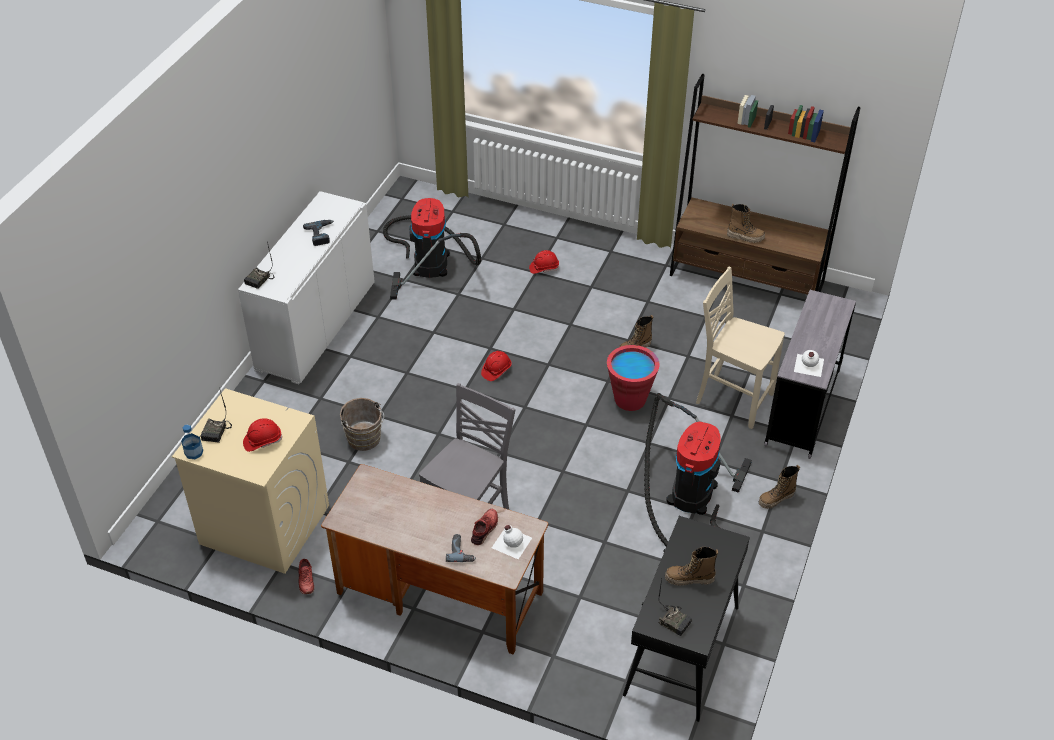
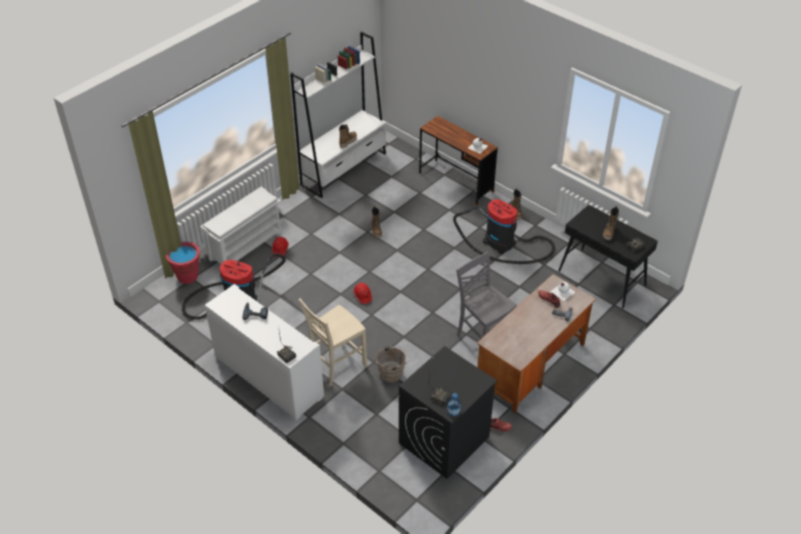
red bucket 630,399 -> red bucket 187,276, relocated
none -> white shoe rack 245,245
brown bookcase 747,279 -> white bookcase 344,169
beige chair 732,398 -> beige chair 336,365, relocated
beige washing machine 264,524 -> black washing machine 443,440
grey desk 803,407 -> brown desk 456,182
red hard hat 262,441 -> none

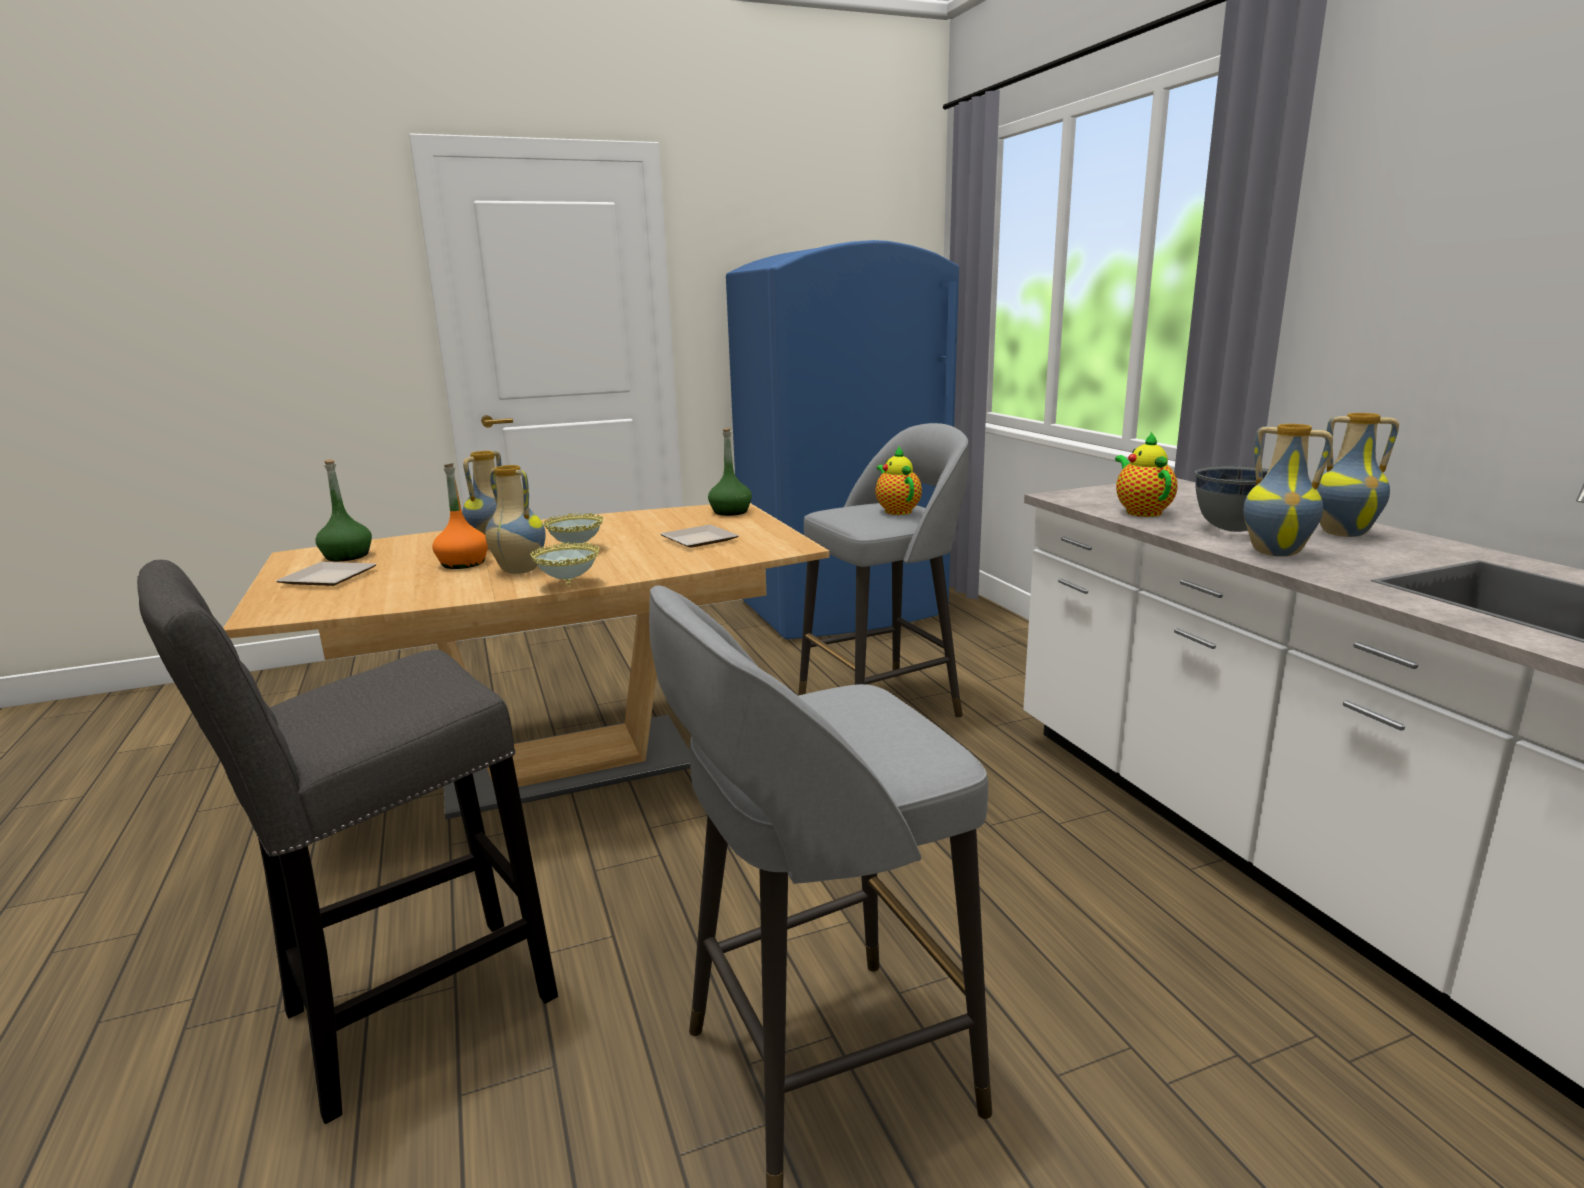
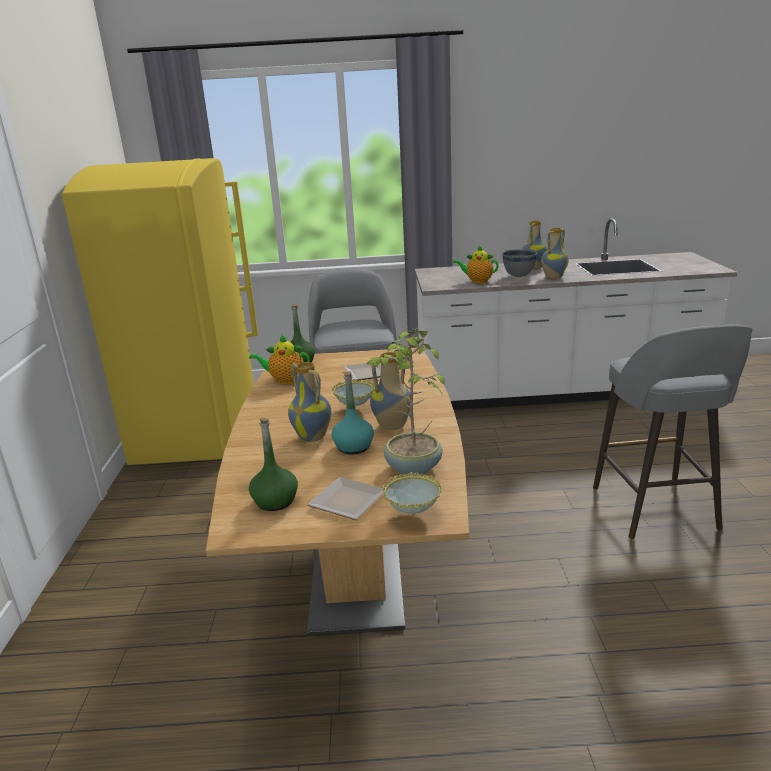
blue fridge 843,609 -> yellow fridge 200,431
teapot 896,511 -> teapot 285,380, relocated
orange bottle 463,563 -> turquoise bottle 353,447
none -> potted plant 412,469
bowl 568,585 -> bowl 413,515, relocated
grey stool 406,1014 -> none

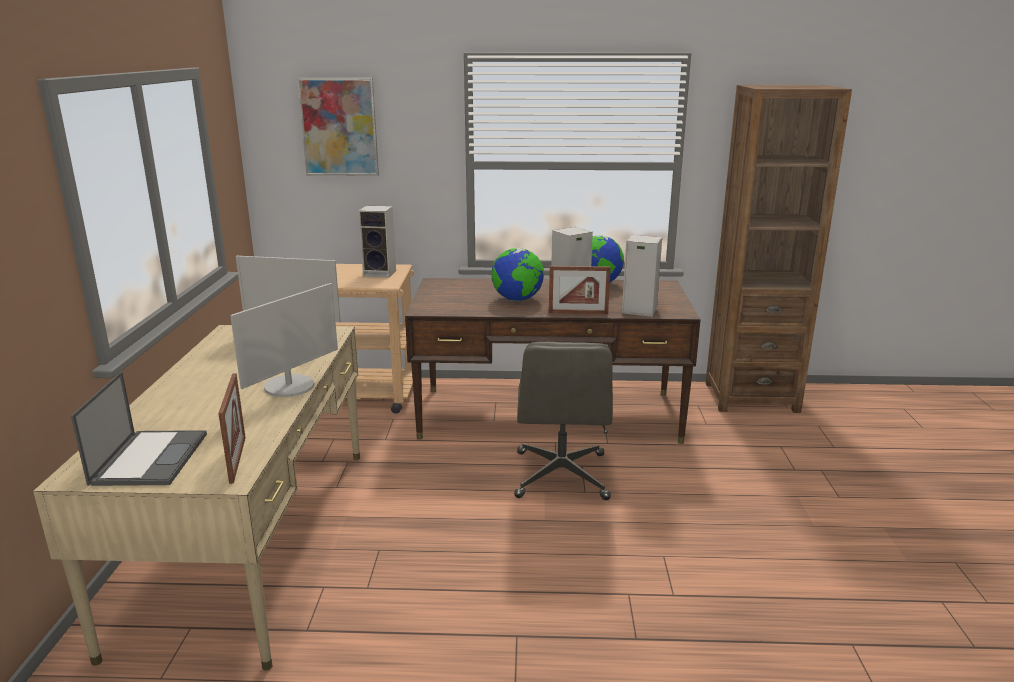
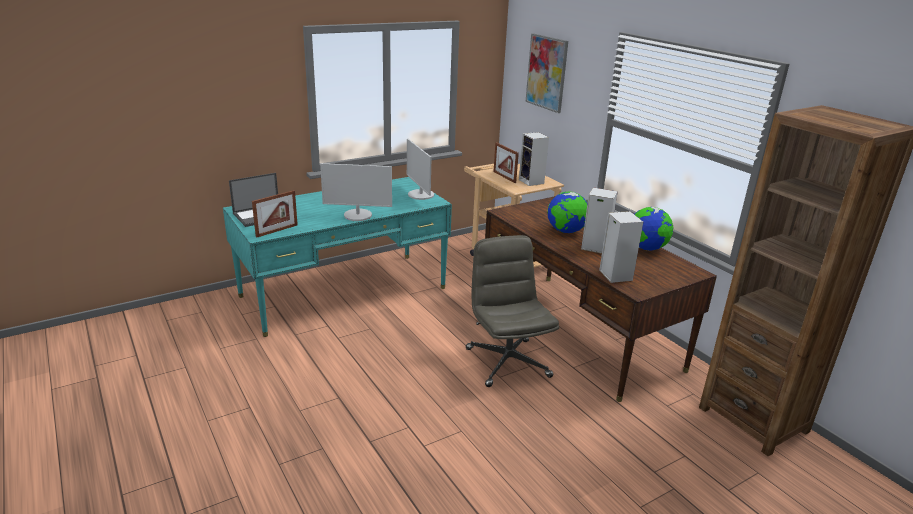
beige desk 252,540 -> turquoise desk 344,292
grey office chair 561,476 -> grey office chair 507,362, 105 degrees clockwise
picture frame 578,313 -> picture frame 504,177, relocated

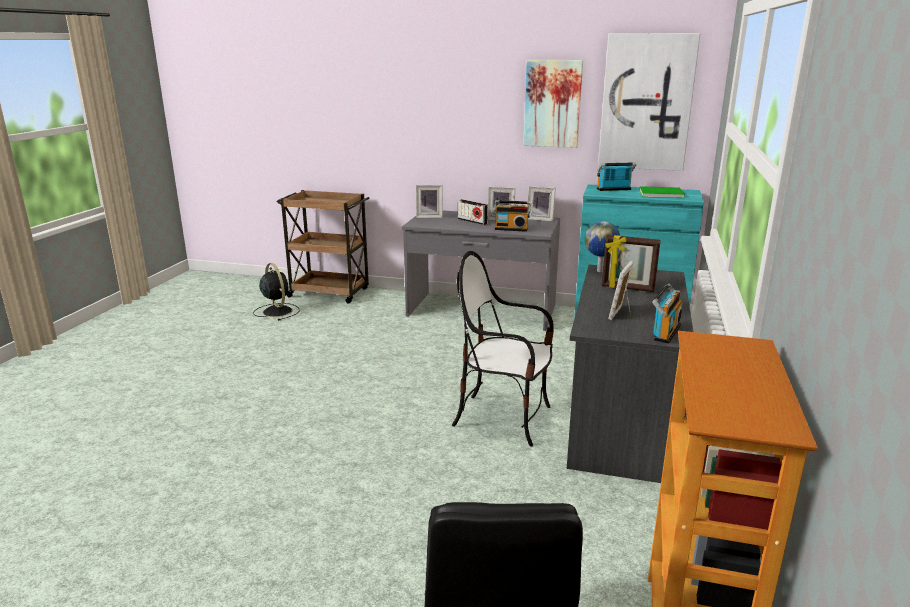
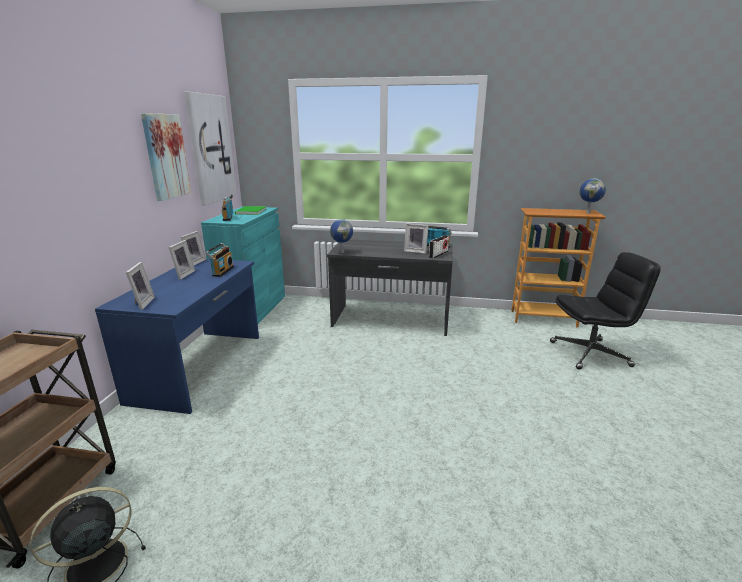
grey desk 481,311 -> blue desk 200,367
radio 472,221 -> radio 438,254, relocated
none -> globe 588,213
chair 503,418 -> none
picture frame 627,288 -> none

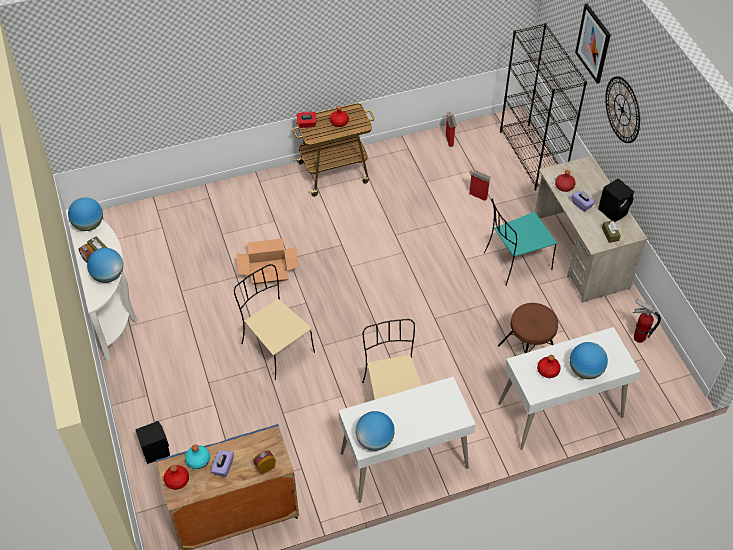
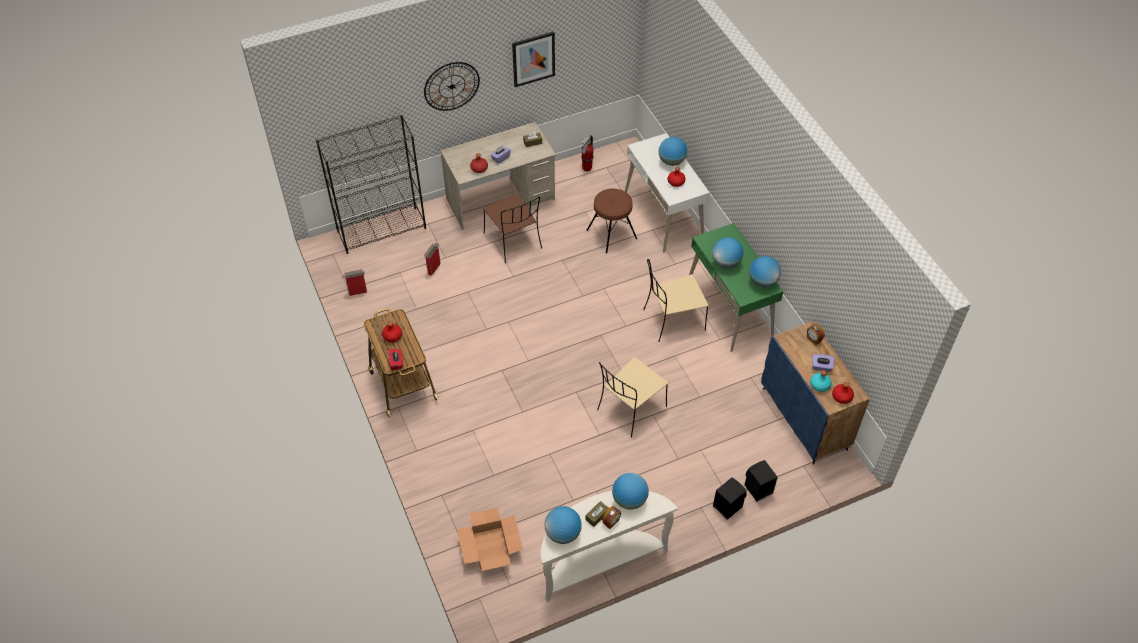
cardboard box 268,271 -> cardboard box 490,548, relocated
turquoise chair 516,262 -> brown chair 513,241
picture 593,43 -> picture 533,58, relocated
white desk 404,461 -> green desk 729,309
none -> globe 726,262
black speaker 613,211 -> black speaker 727,505, relocated

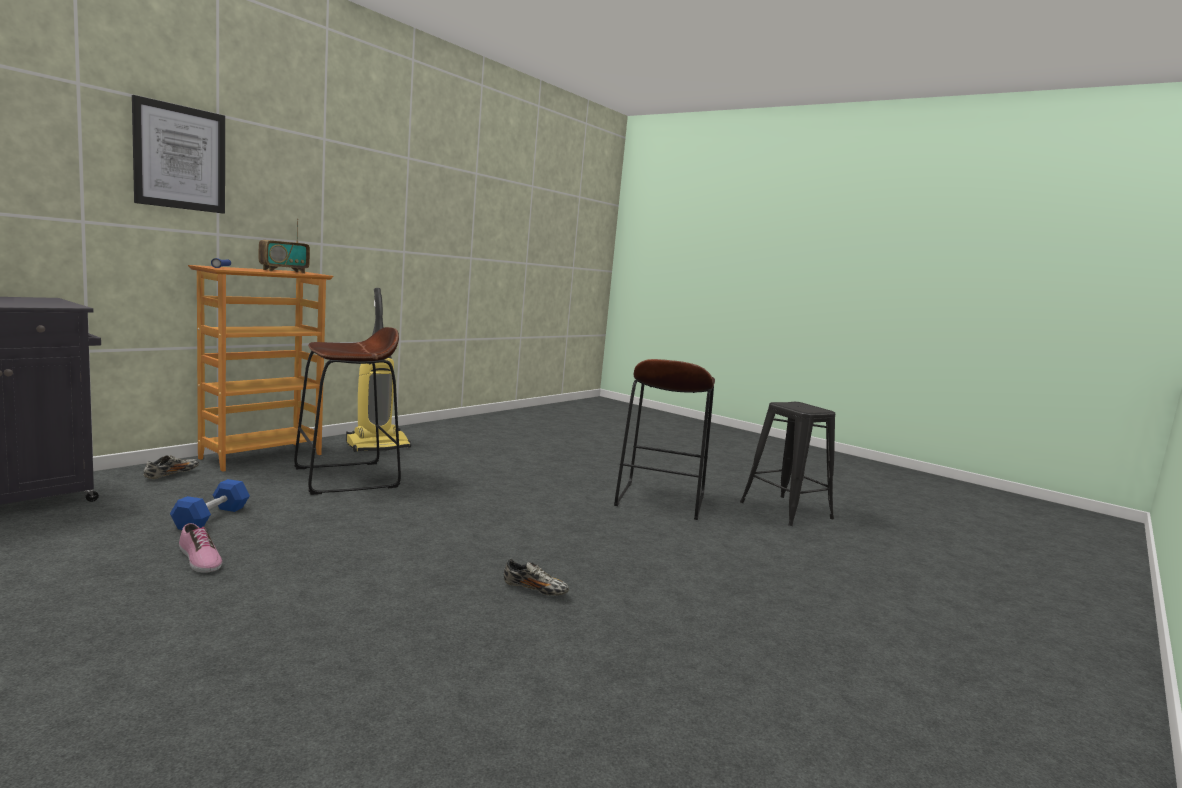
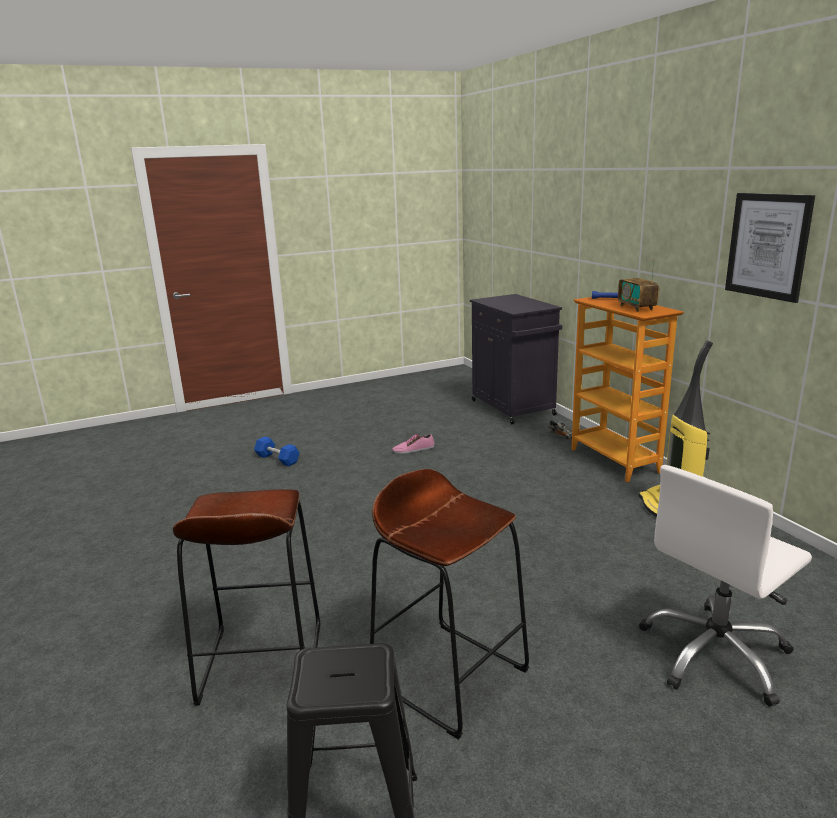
brown stool 346,478 -> brown stool 261,663, relocated
blue dumbbell 211,518 -> blue dumbbell 277,459, relocated
none -> white office chair 715,654
picture 180,157 -> picture 768,246, relocated
shoe 535,590 -> none

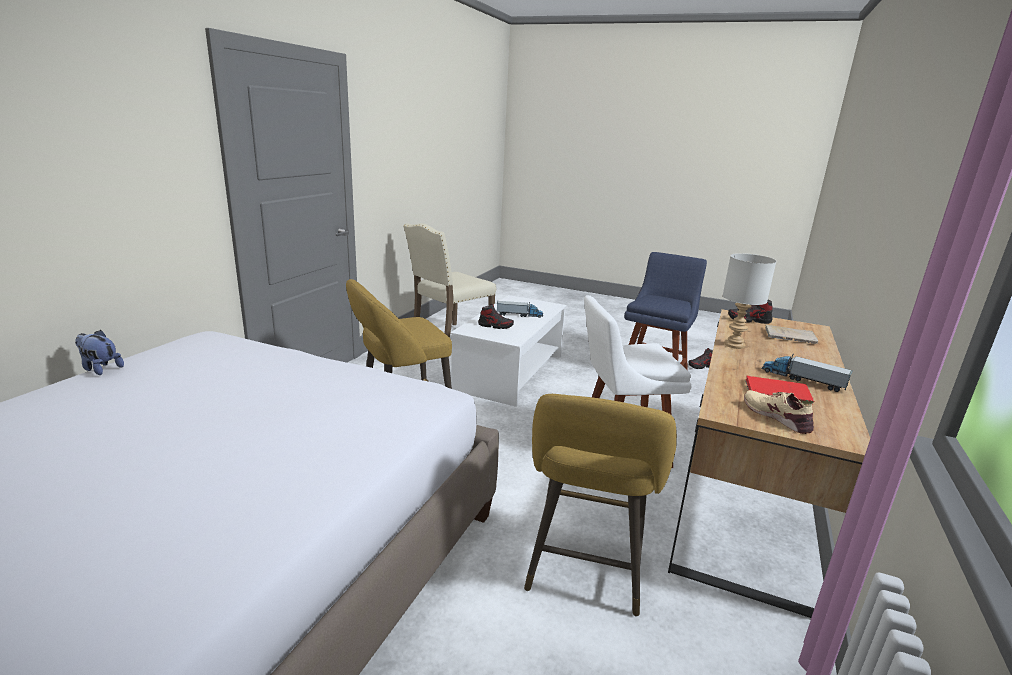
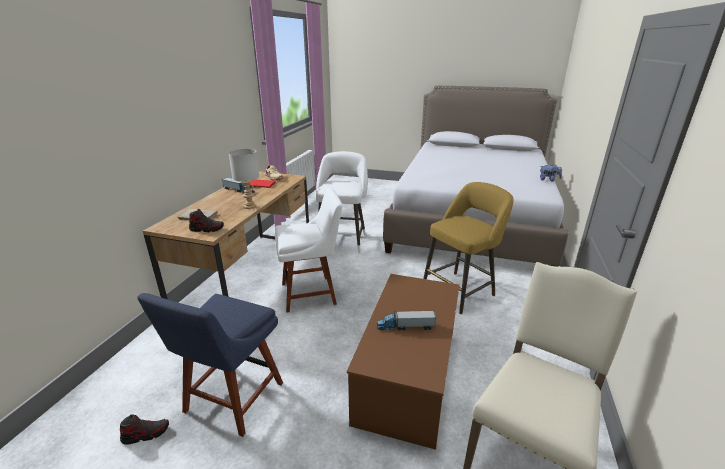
yellow stool 585,571 -> white stool 342,240
white coffee table 510,372 -> brown coffee table 407,375
shoe 495,326 -> none

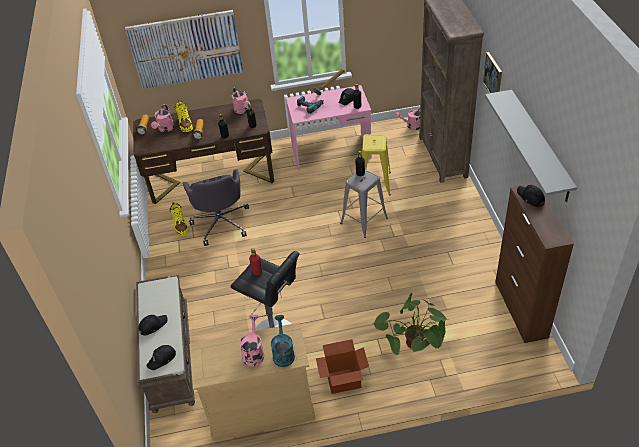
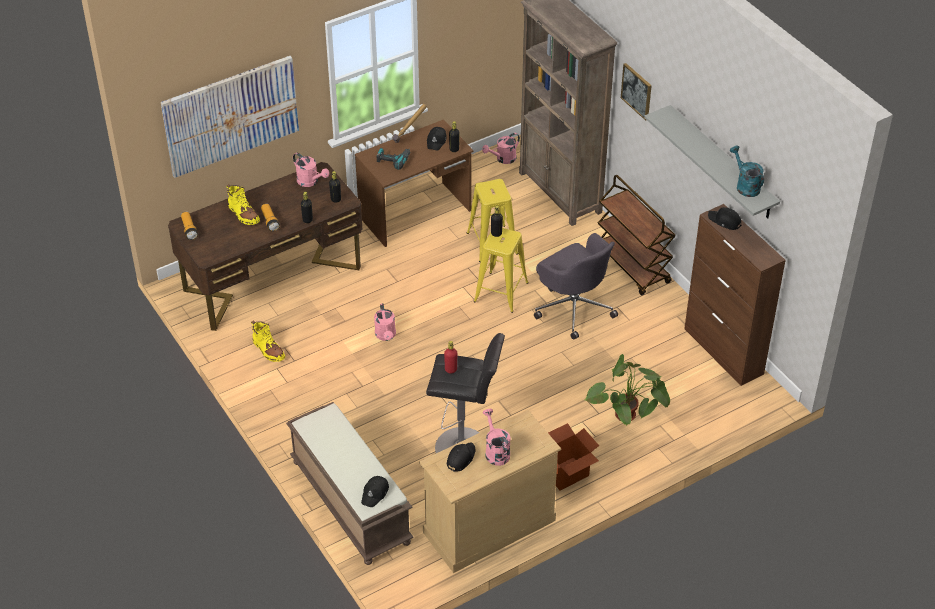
pink desk 331,152 -> brown desk 416,214
pink watering can 165,129 -> pink watering can 386,336, relocated
black cap 152,325 -> black cap 460,458, relocated
grey stool 364,220 -> yellow stool 501,292
grey office chair 221,222 -> grey office chair 573,307, relocated
none -> brown cart 632,266
turquoise watering can 283,353 -> turquoise watering can 745,185, relocated

